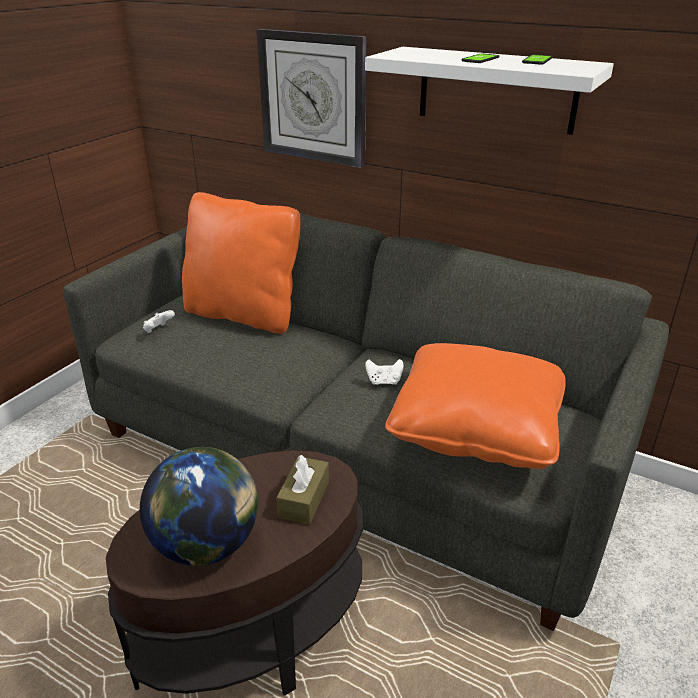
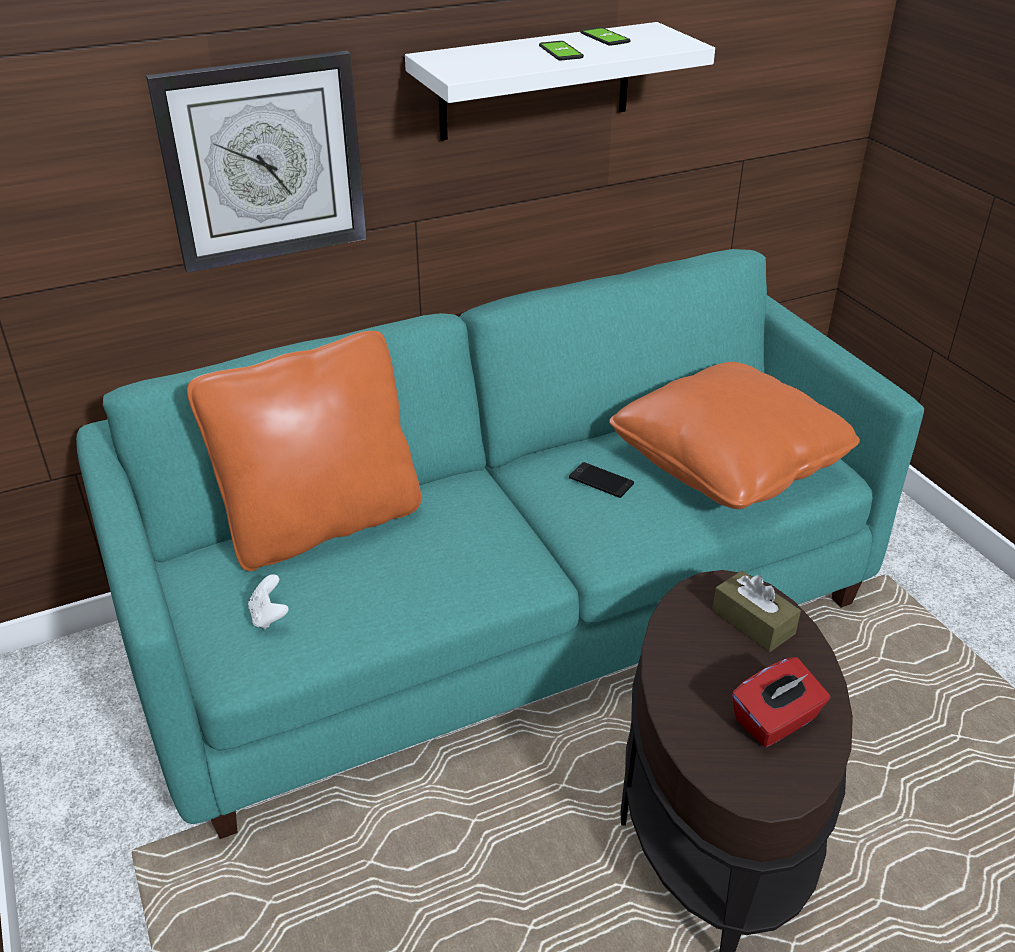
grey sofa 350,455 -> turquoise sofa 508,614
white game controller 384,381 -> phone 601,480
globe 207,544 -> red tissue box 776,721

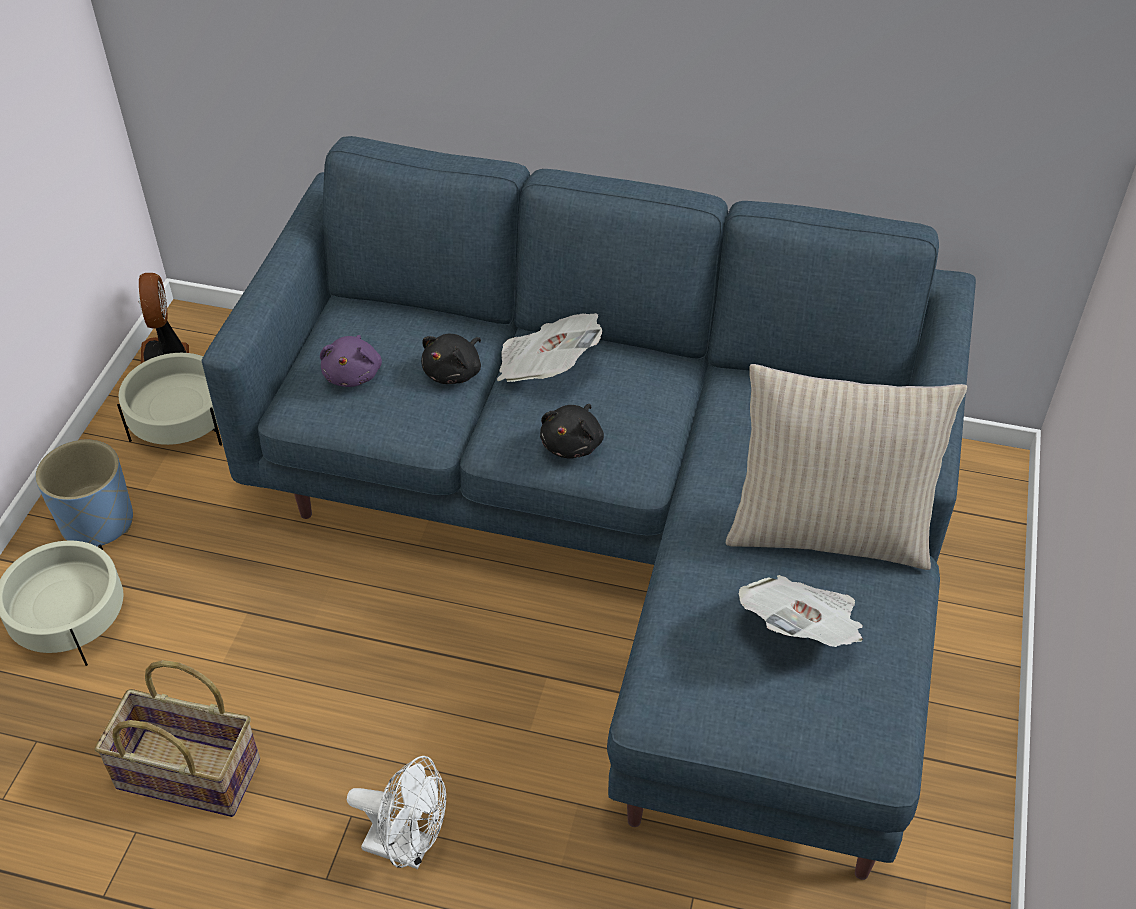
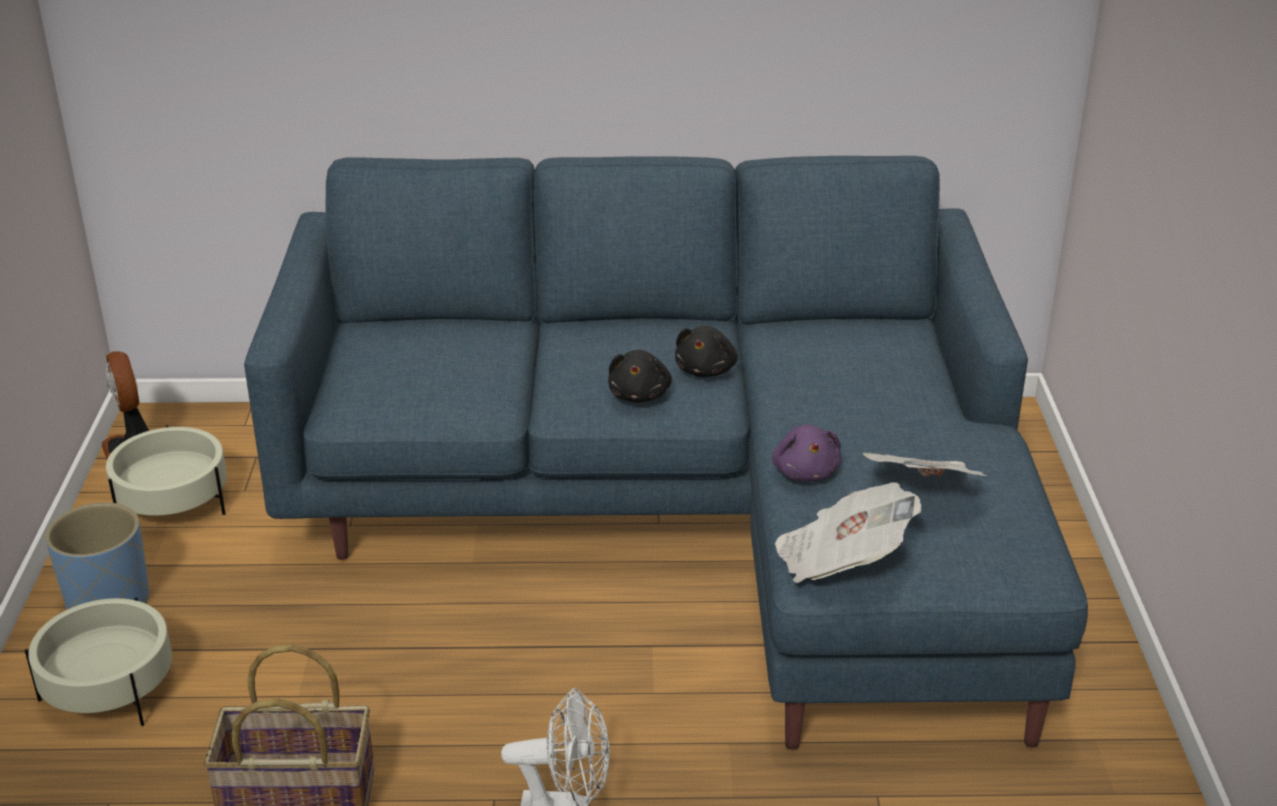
black plush toy 454,372 -> black plush toy 706,370, relocated
purple plush toy 353,374 -> purple plush toy 805,471, relocated
newspaper 546,368 -> newspaper 841,561, relocated
beige pillow 828,530 -> none

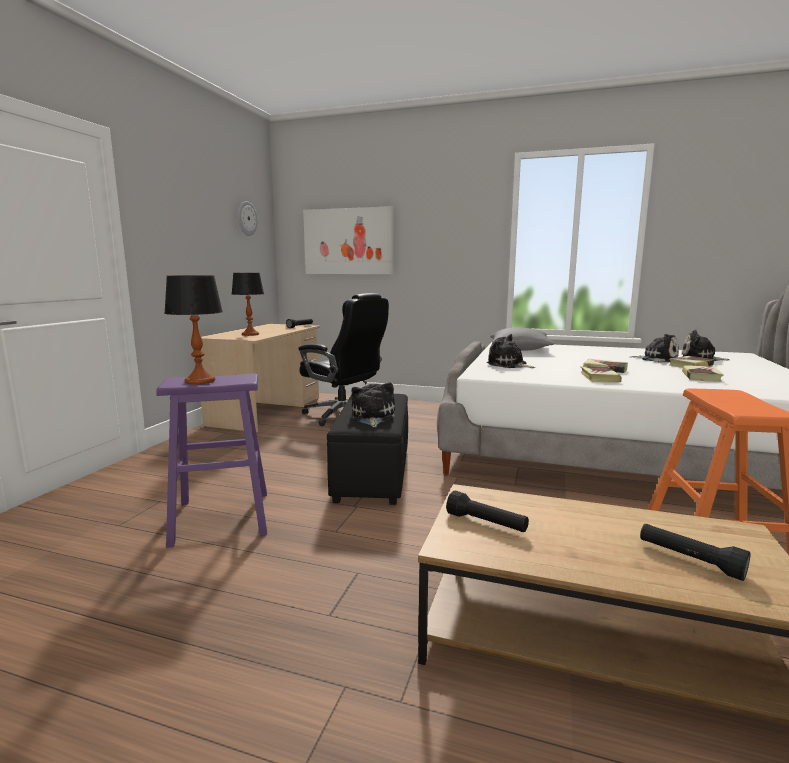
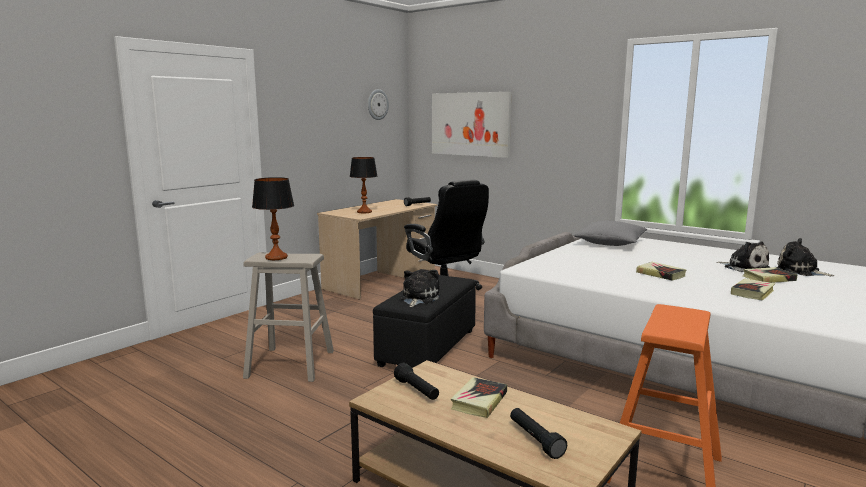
purple stool 222,517 -> beige stool 291,364
book 599,377 -> book 479,401, relocated
plush toy 508,365 -> none

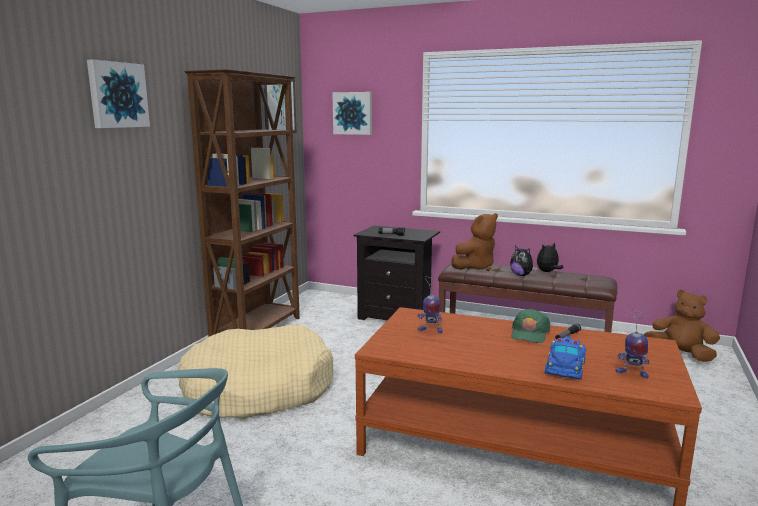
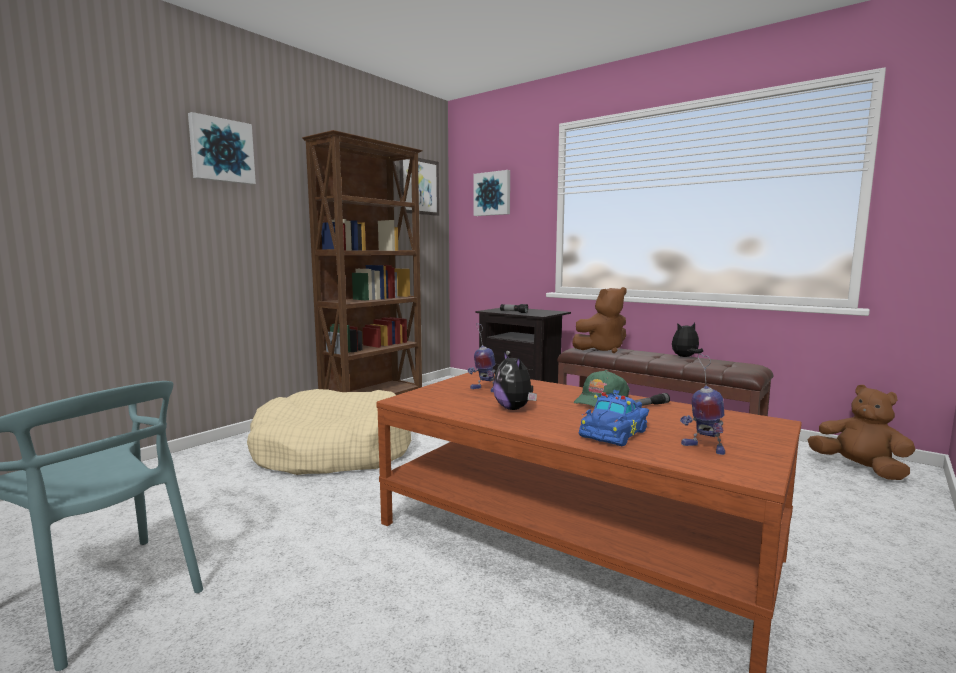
plush toy 521,275 -> plush toy 514,408, relocated

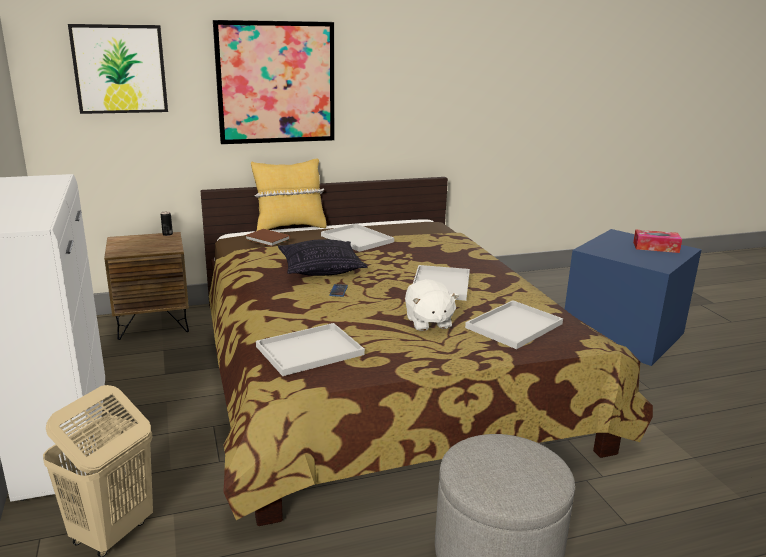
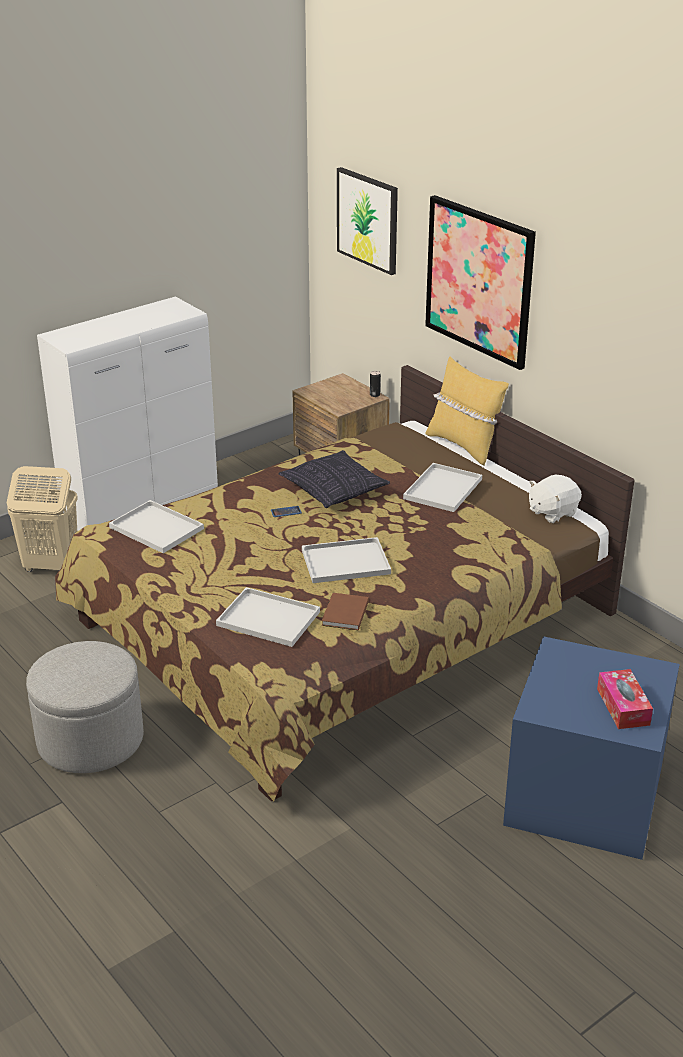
brown book 268,240 -> brown book 344,614, relocated
white plush toy 428,322 -> white plush toy 552,512, relocated

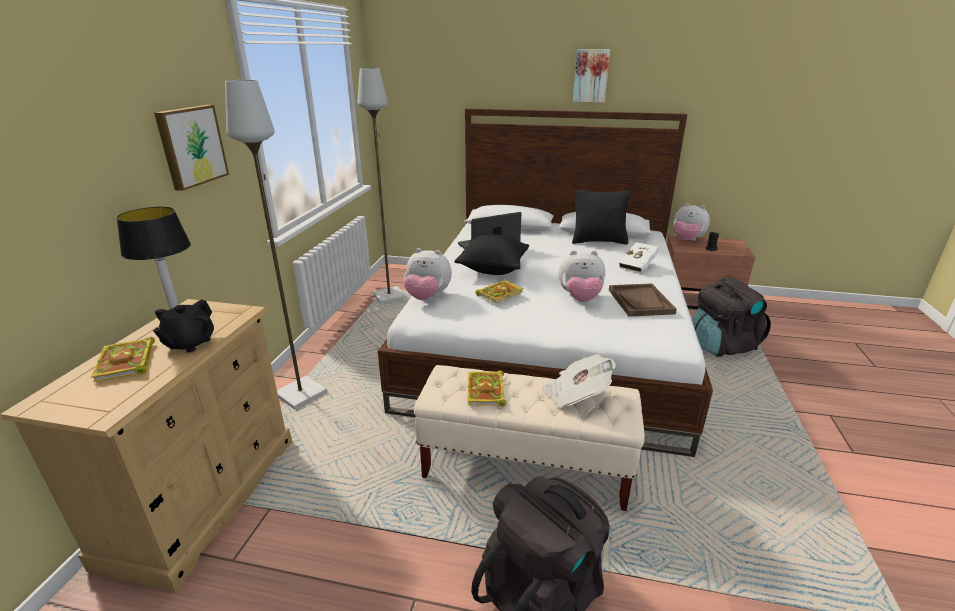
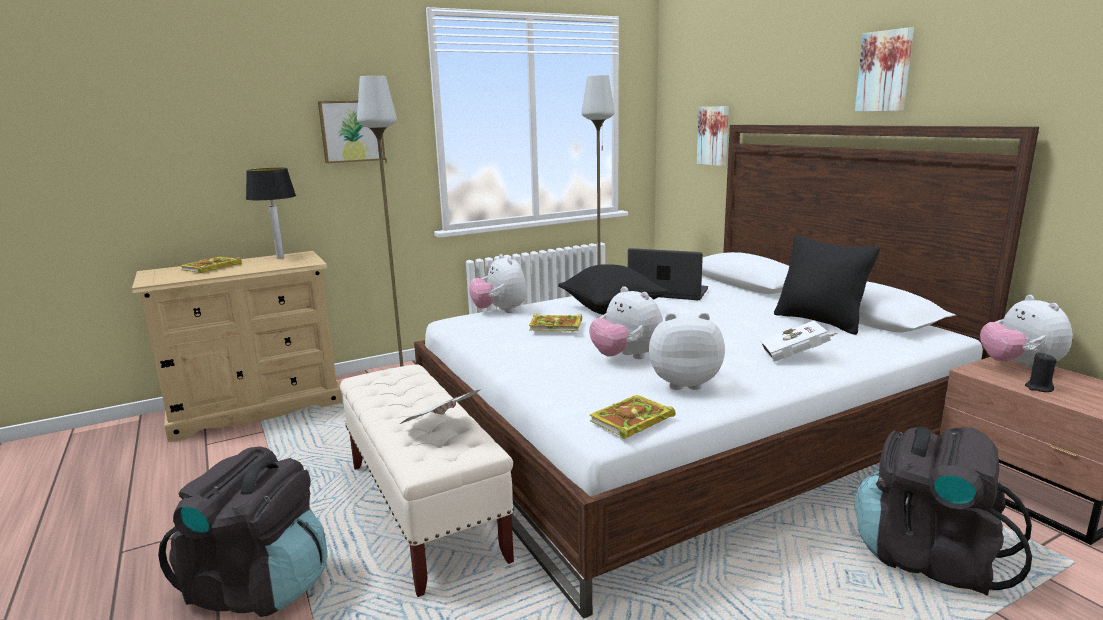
book 486,392 -> book 631,421, relocated
brown tray 640,301 -> plush toy 683,383
none -> picture 714,135
black teapot 189,343 -> none

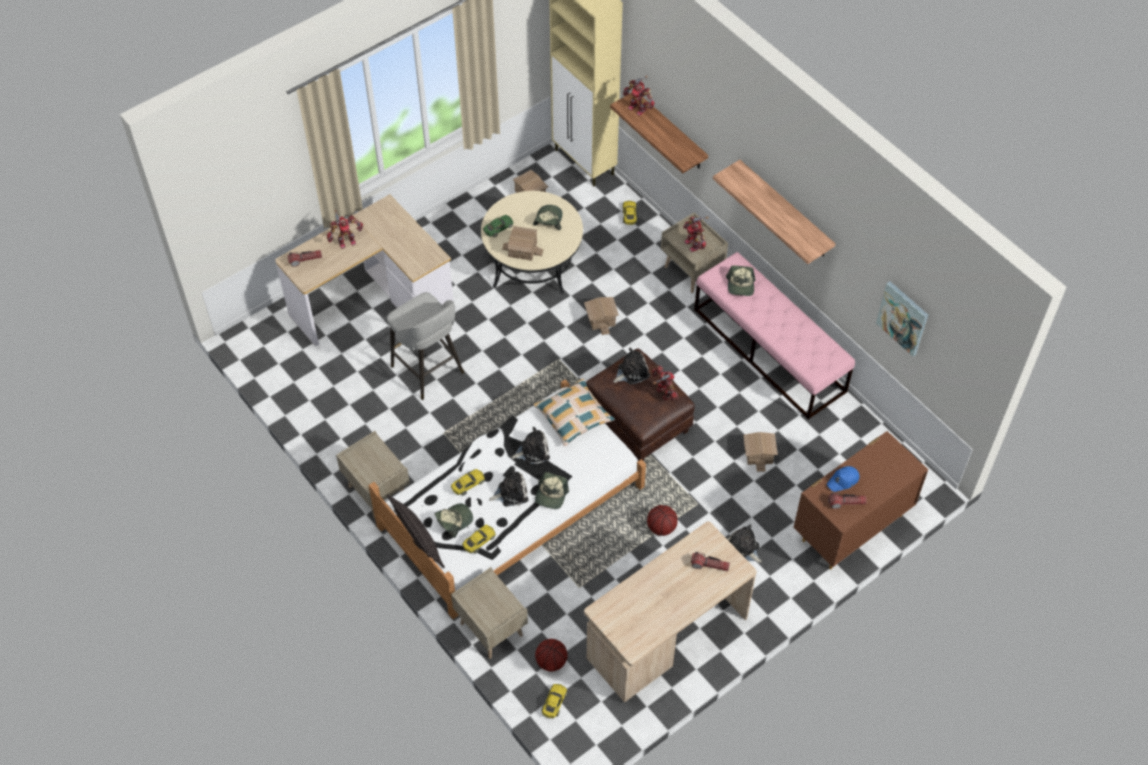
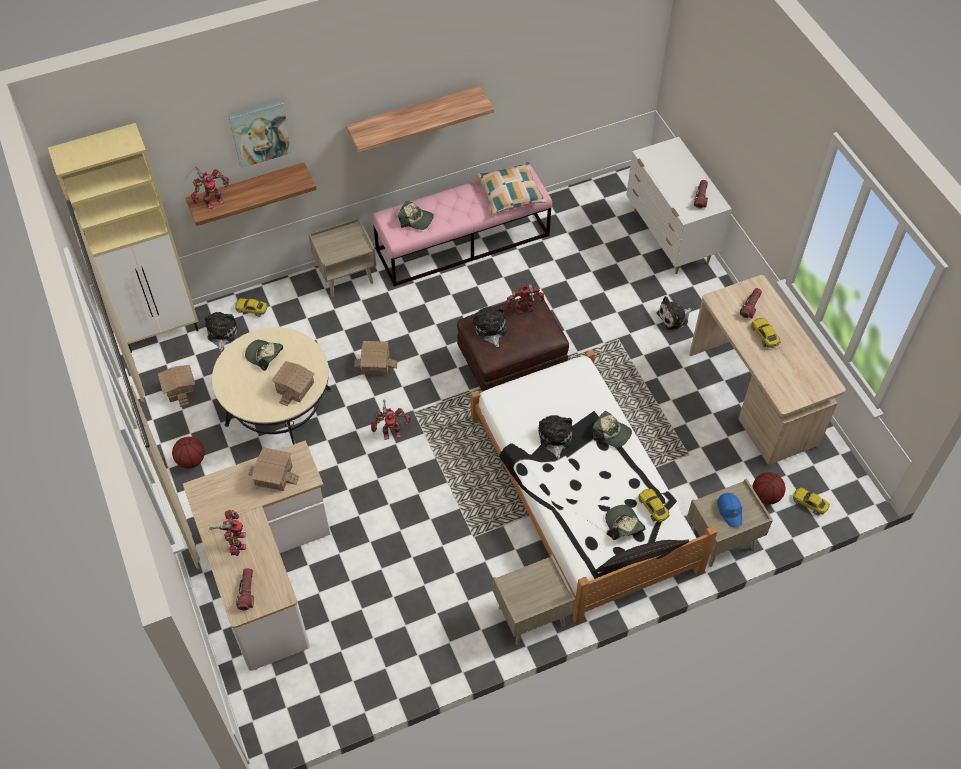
basketball 661,528 -> basketball 191,460, relocated
plush toy 511,493 -> plush toy 221,333, relocated
picture 903,318 -> picture 260,133, relocated
toy house 759,453 -> toy house 274,475, relocated
toy robot 694,244 -> toy robot 391,431, relocated
pillow 574,416 -> pillow 510,193, relocated
brown dresser 850,528 -> white dresser 670,237
blue cap 843,481 -> blue cap 730,511, relocated
yellow toy car 468,484 -> yellow toy car 764,335, relocated
grey stool 428,371 -> none
green toy car 498,228 -> none

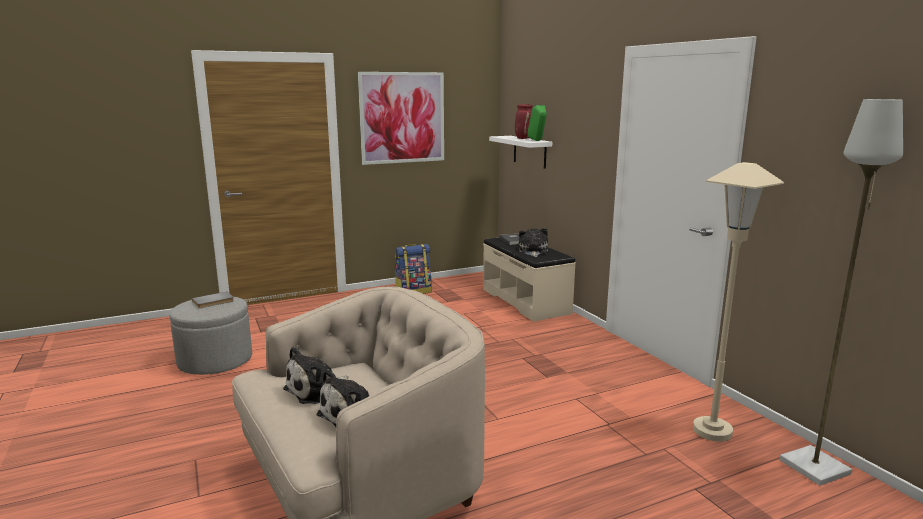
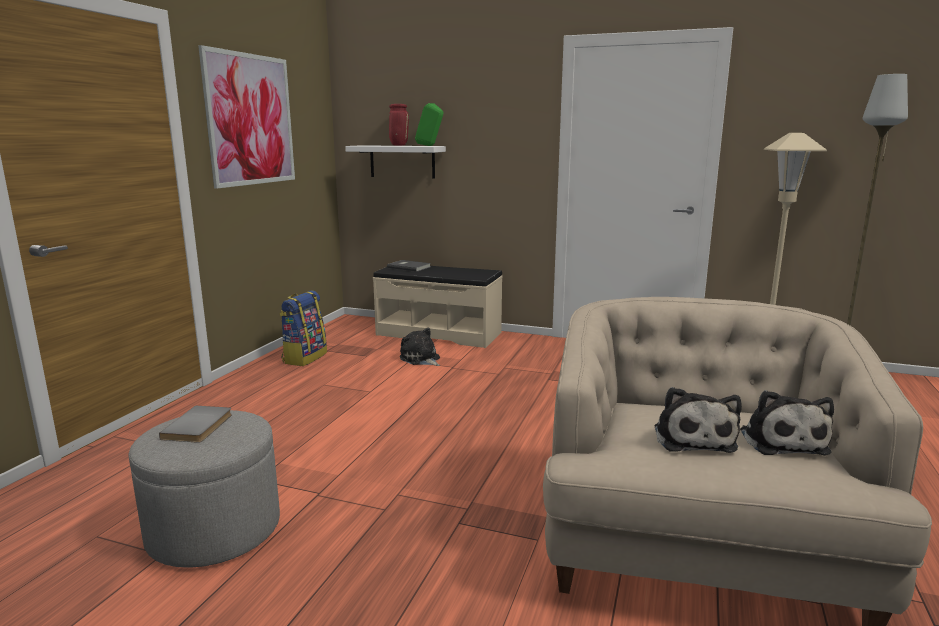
plush toy 533,251 -> plush toy 421,359, relocated

